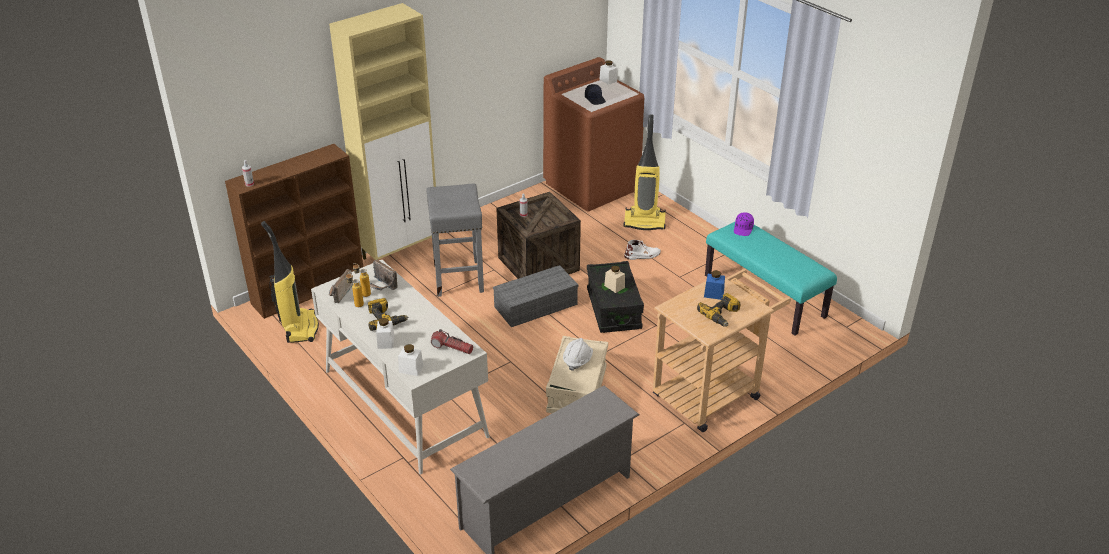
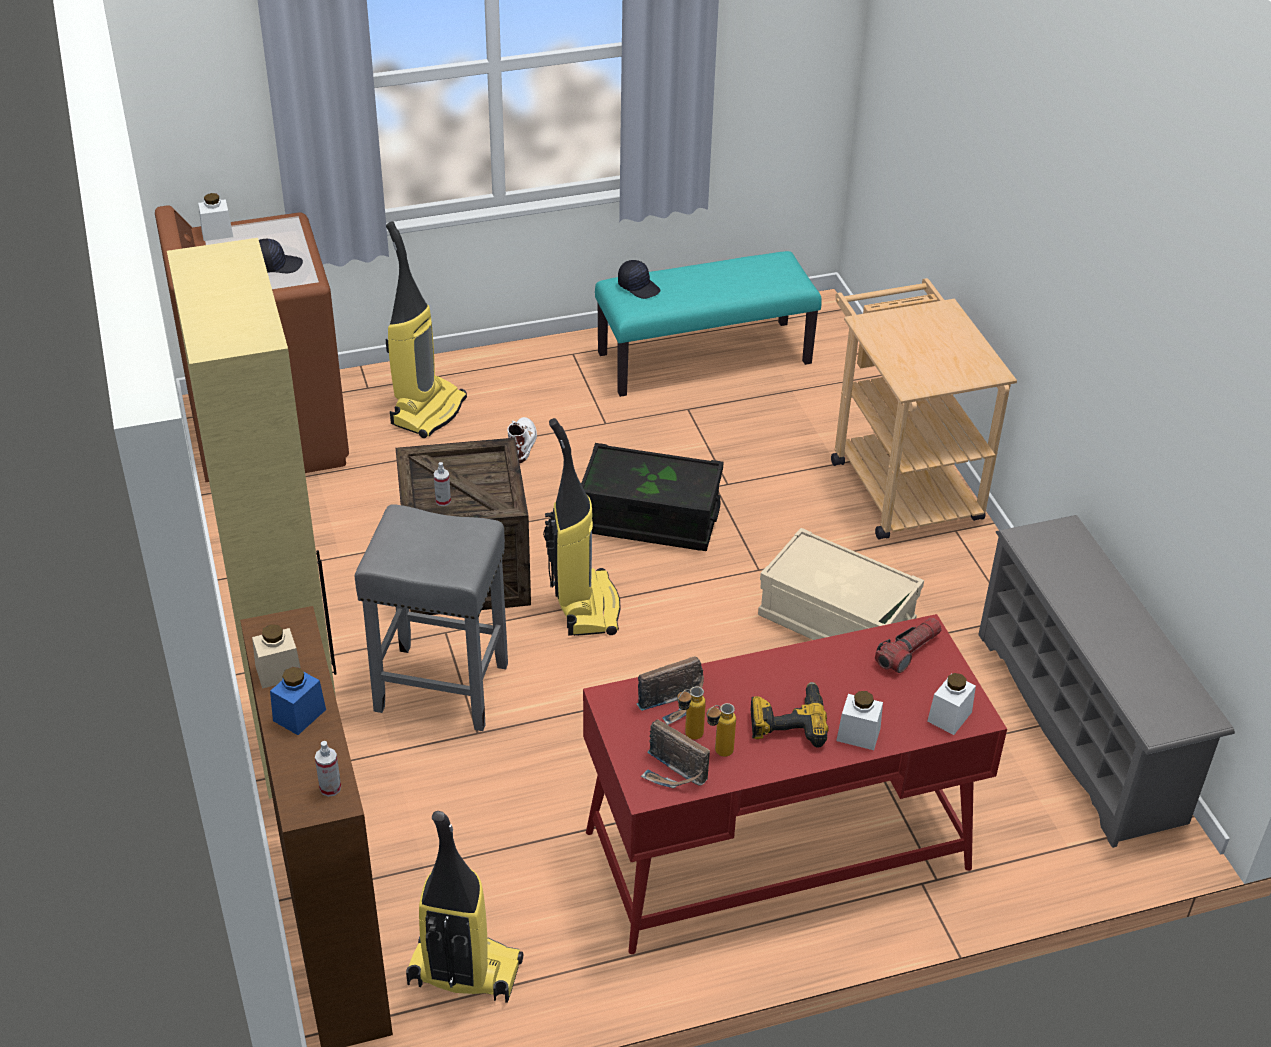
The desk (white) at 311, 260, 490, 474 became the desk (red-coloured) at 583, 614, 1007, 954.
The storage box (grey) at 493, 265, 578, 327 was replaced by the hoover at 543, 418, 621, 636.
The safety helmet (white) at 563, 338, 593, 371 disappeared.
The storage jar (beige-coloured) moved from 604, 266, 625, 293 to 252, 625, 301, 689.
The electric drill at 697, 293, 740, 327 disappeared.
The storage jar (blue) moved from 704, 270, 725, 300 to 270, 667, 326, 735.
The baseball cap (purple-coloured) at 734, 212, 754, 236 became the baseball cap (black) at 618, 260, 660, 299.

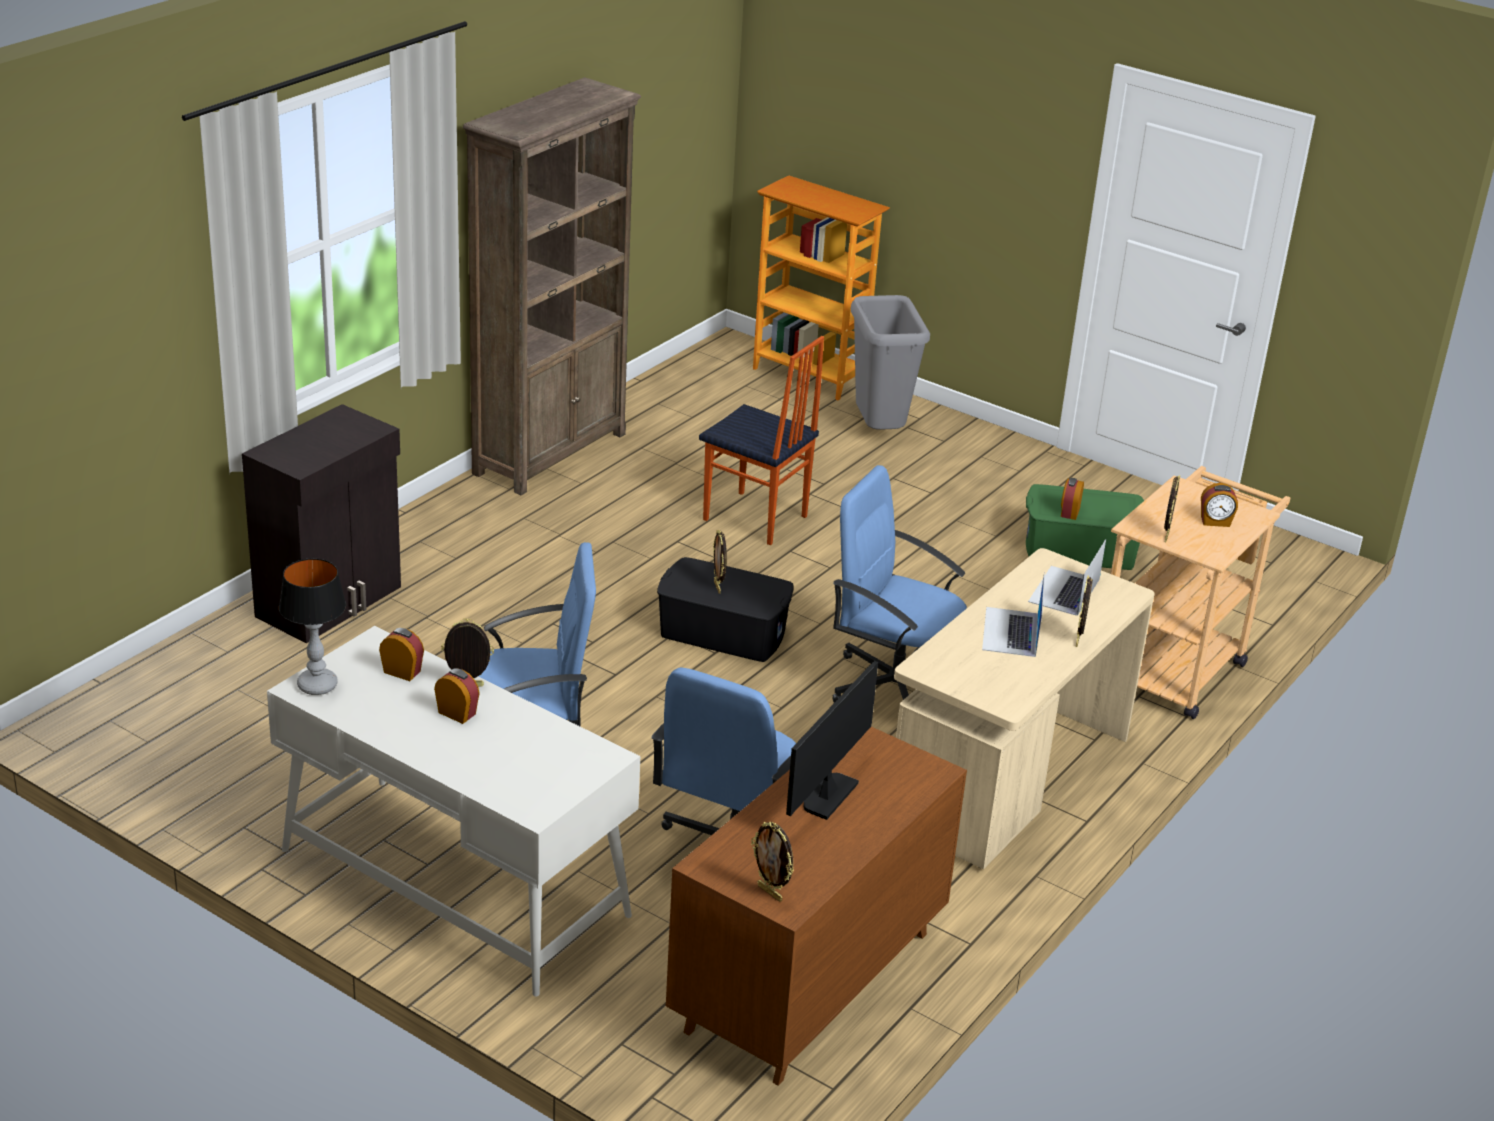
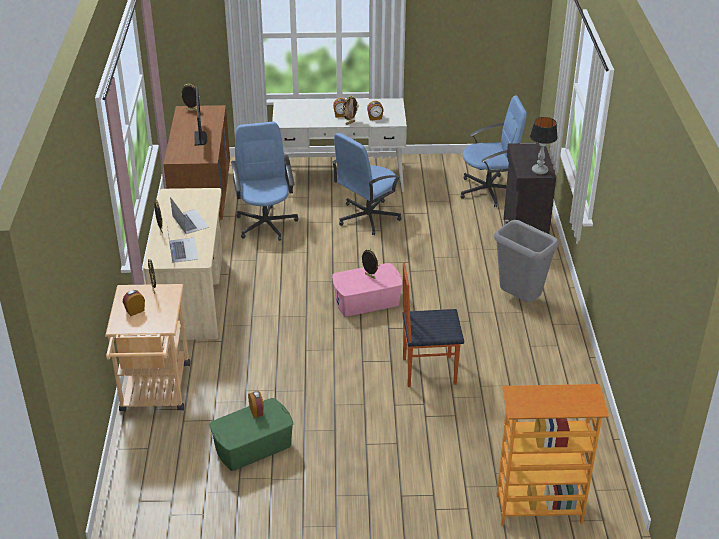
The lamp for a table moved from 279, 558, 346, 695 to 530, 117, 558, 175.
The bookcase (brown-coloured) at 463, 77, 641, 495 disappeared.
The storage box (black) at 657, 557, 794, 662 became the storage box (pink) at 332, 263, 402, 317.
The desk chair (blue) moved from 832, 465, 967, 703 to 461, 95, 527, 207.
The trash can (grey) moved from 851, 295, 930, 430 to 494, 220, 558, 302.

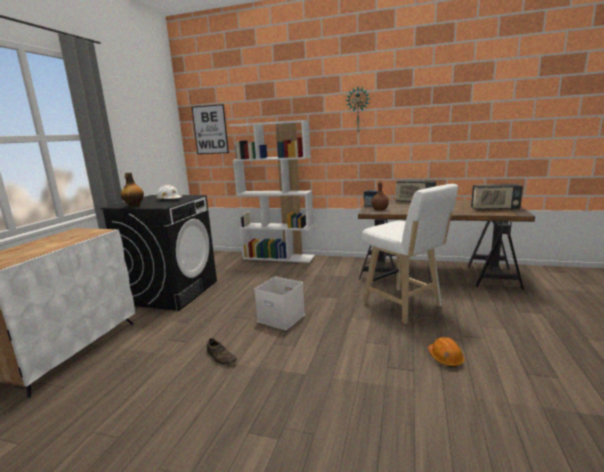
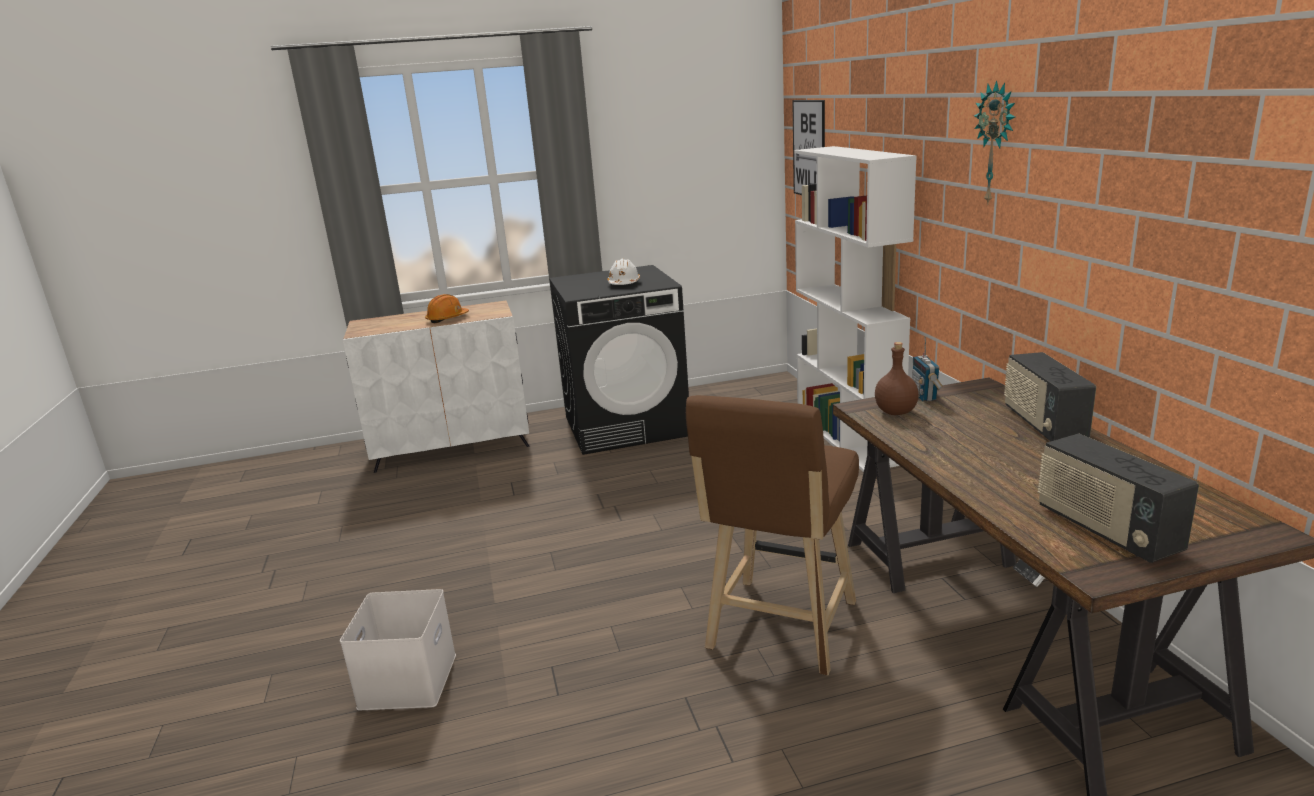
The bottle at 121, 173, 144, 207 disappeared.
The item of footwear (brown-coloured) at 207, 338, 237, 366 disappeared.
The storage box (white) moved from 254, 277, 305, 330 to 340, 589, 456, 710.
The stool seat (white) at 362, 184, 458, 324 became the stool seat (brown-coloured) at 686, 395, 859, 675.
The safety helmet (orange) moved from 428, 337, 464, 367 to 425, 294, 469, 323.

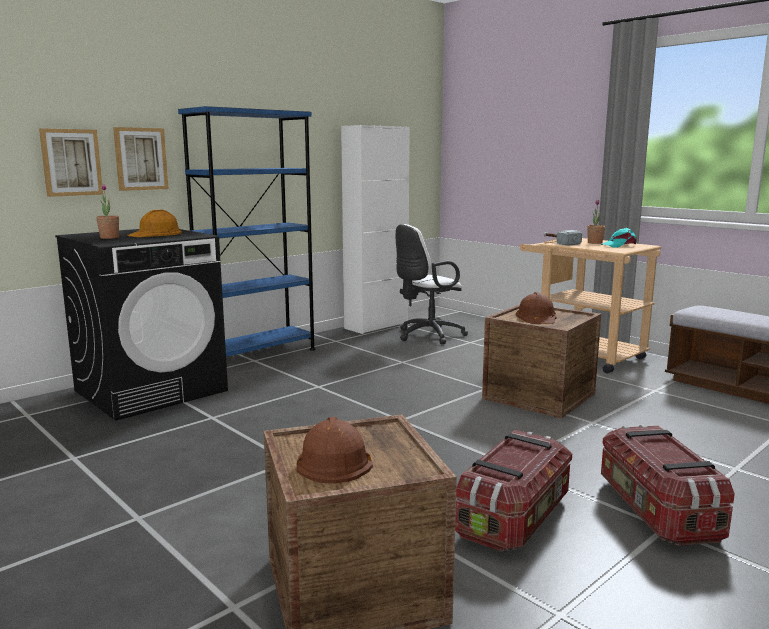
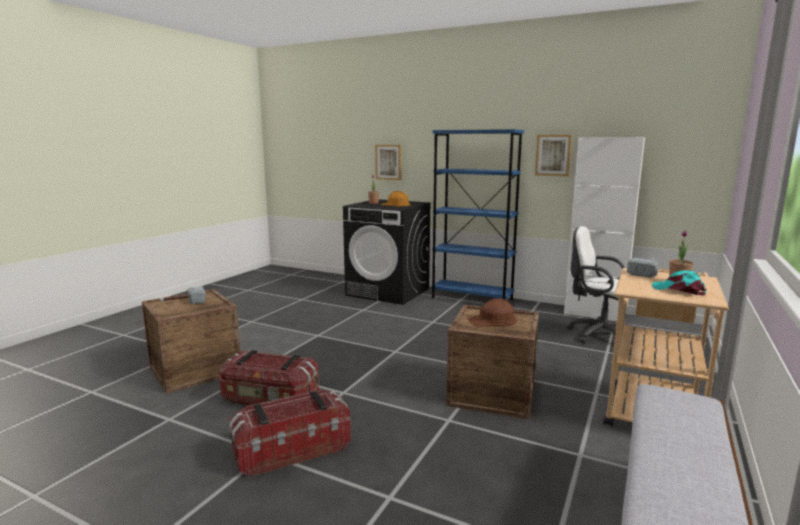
The picture moved from 113, 127, 169, 191 to 535, 135, 572, 176.
The safety helmet (brown-coloured) at 297, 417, 373, 483 was replaced by the hammer at 159, 286, 206, 304.

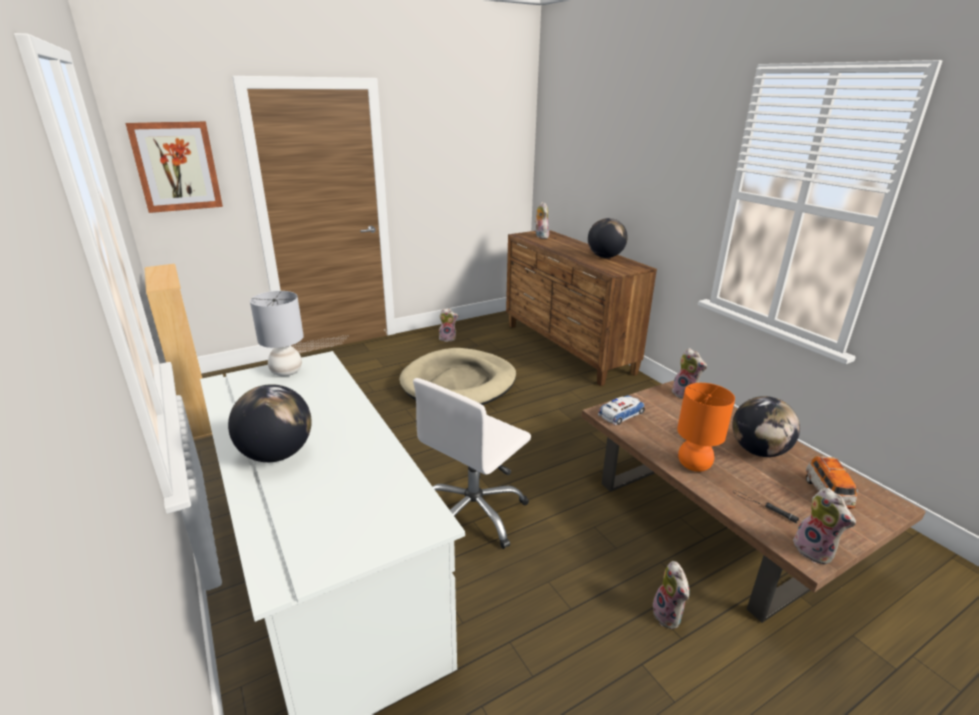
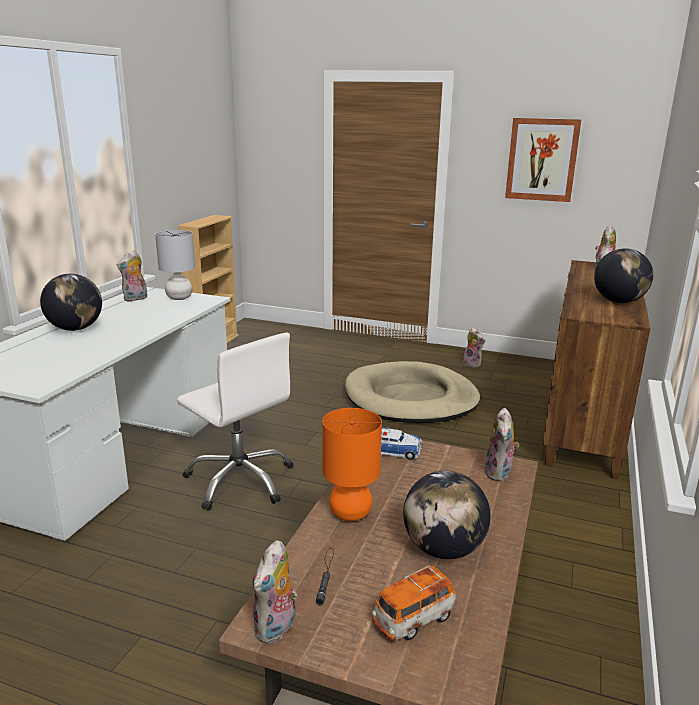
The picture moved from 125, 121, 223, 213 to 505, 118, 581, 202.
The desk chair (white) at 413, 378, 531, 549 turned 135 degrees counterclockwise.
The soft toy moved from 653, 561, 690, 629 to 117, 250, 147, 302.

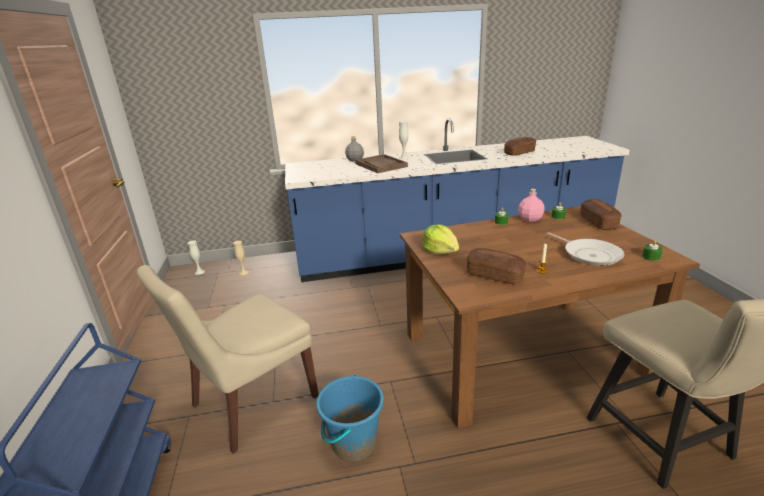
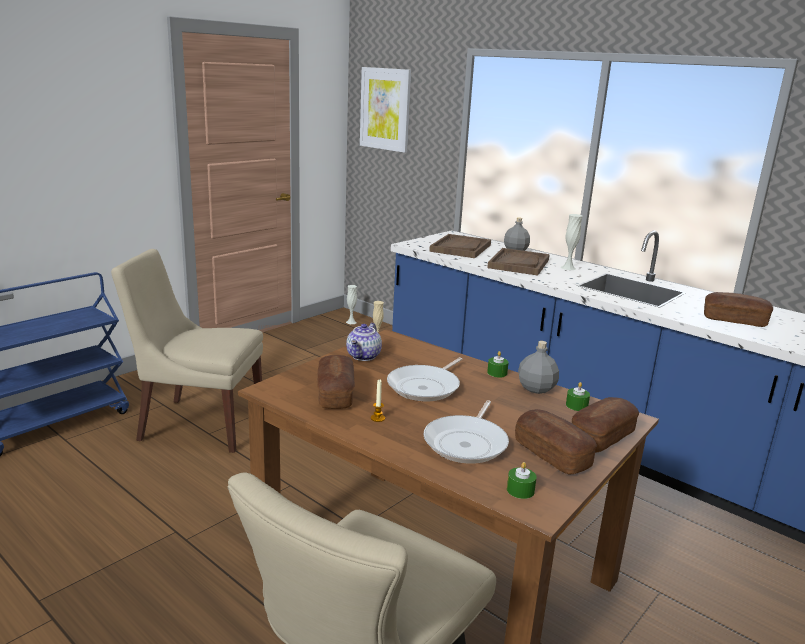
The pail (blue) at 316, 374, 384, 462 disappeared.
The lettuce head at 422, 224, 459, 254 was replaced by the tea pot at 346, 323, 382, 361.
The bottle (pink) at 518, 189, 544, 222 became the bottle (grey) at 518, 341, 559, 394.
The picture at 360, 67, 411, 153 appeared.
The skillet at 387, 357, 462, 401 appeared.
The serving tray (brown-coloured) at 429, 234, 491, 258 appeared.
The baked bread at 515, 409, 597, 474 appeared.

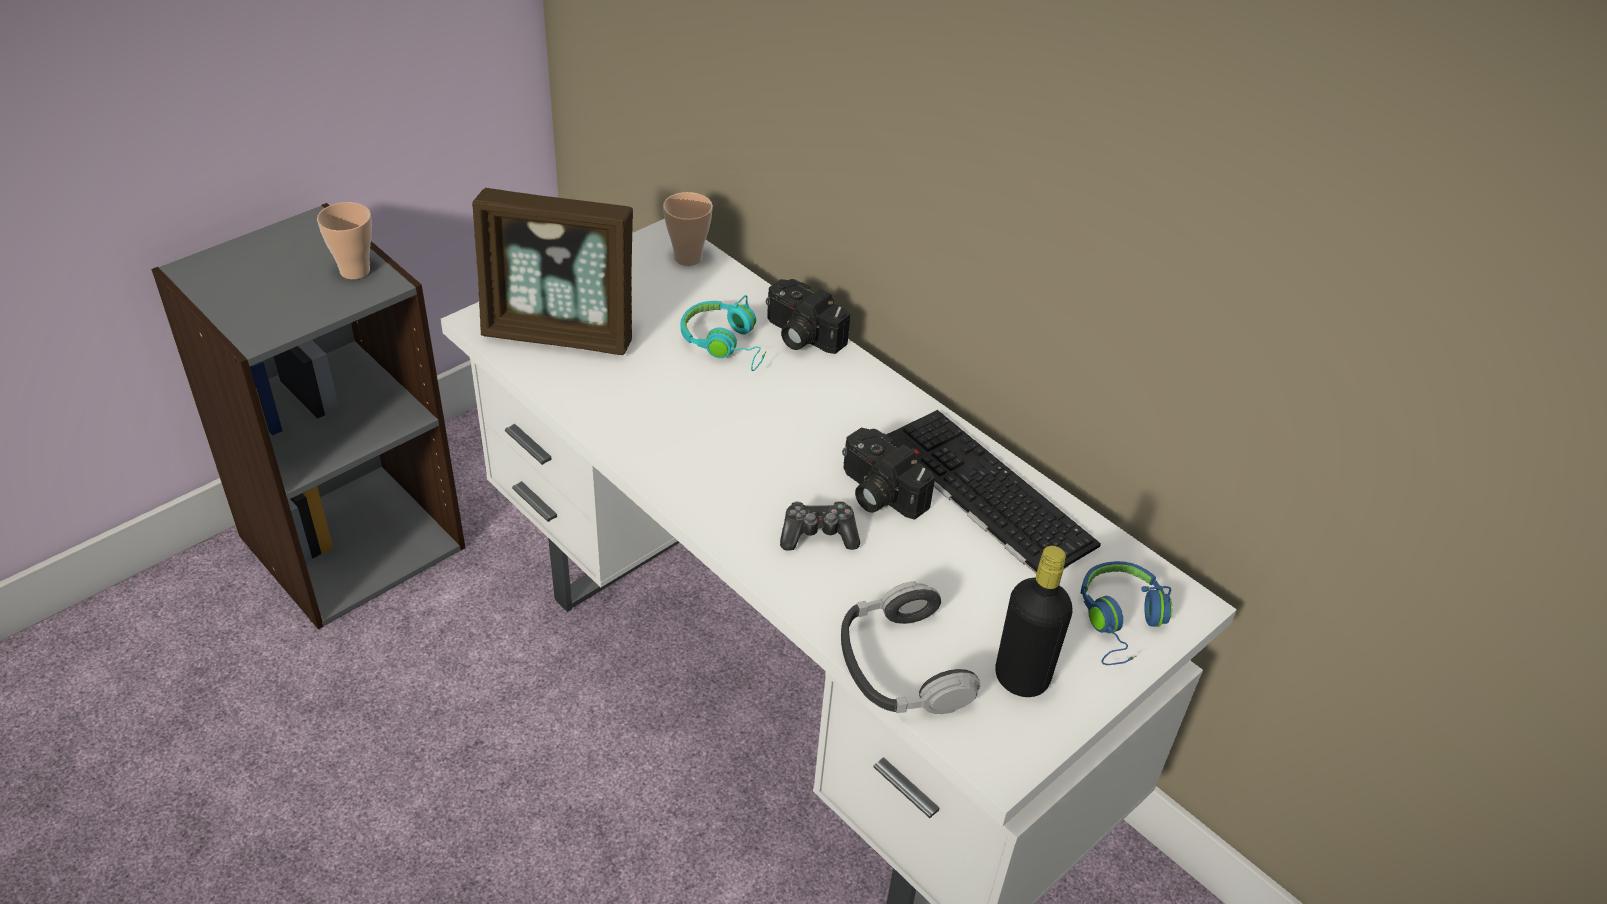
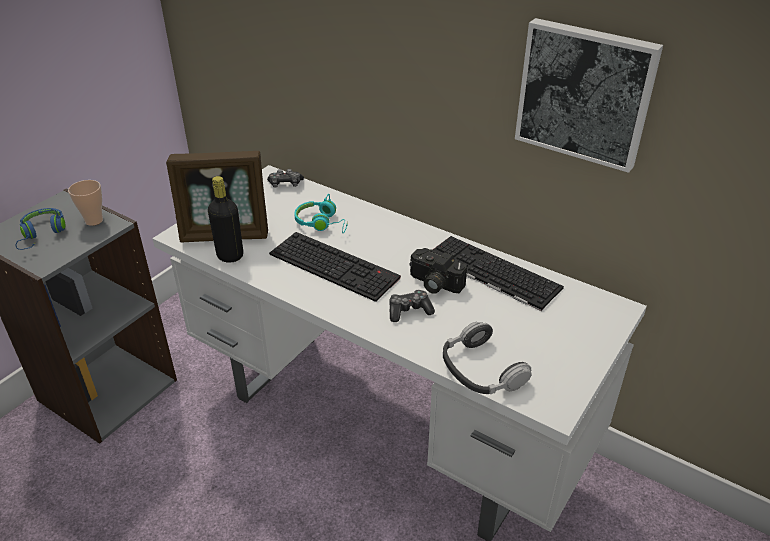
The small cup at 663, 192, 713, 266 was replaced by the gamepad at 267, 169, 304, 188.
The photo camera at 766, 279, 850, 354 disappeared.
The bottle (black) moved from 996, 546, 1073, 697 to 208, 176, 243, 263.
The headphones (blue) moved from 1081, 561, 1172, 665 to 16, 208, 66, 250.
The PC keyboard at 269, 232, 401, 302 appeared.
The picture at 515, 18, 663, 173 appeared.

